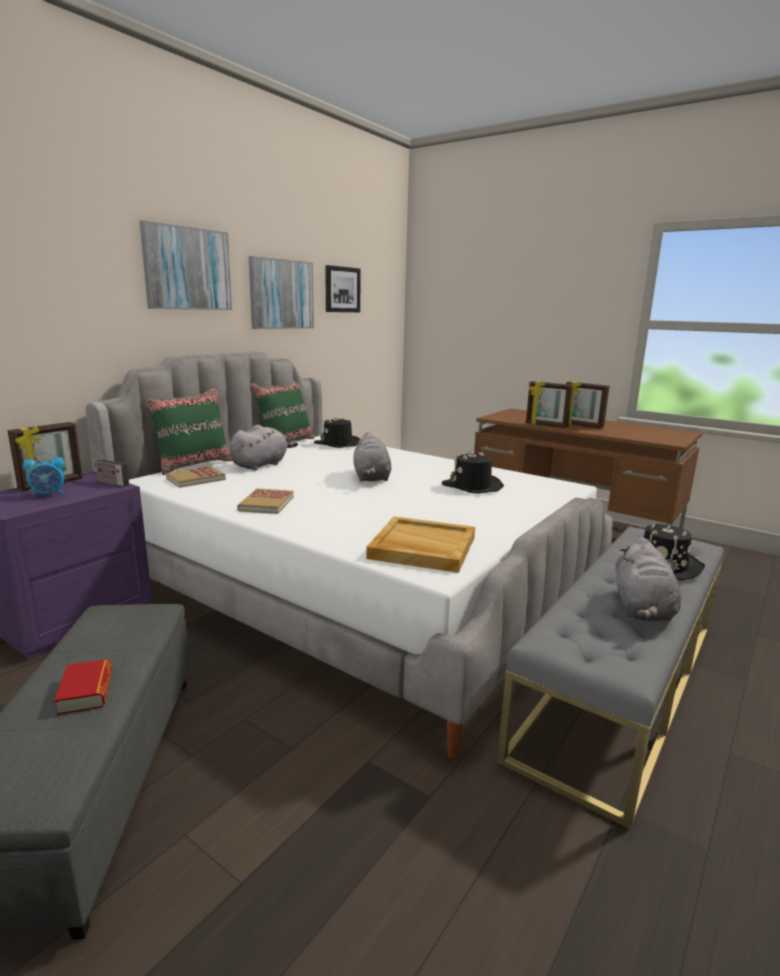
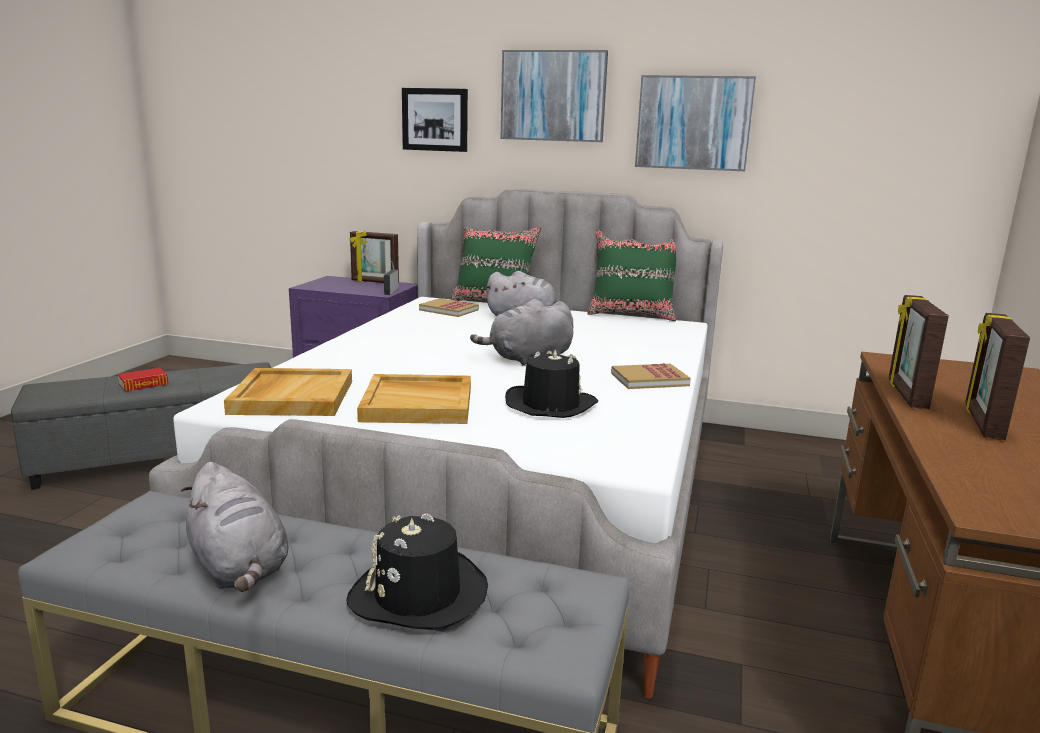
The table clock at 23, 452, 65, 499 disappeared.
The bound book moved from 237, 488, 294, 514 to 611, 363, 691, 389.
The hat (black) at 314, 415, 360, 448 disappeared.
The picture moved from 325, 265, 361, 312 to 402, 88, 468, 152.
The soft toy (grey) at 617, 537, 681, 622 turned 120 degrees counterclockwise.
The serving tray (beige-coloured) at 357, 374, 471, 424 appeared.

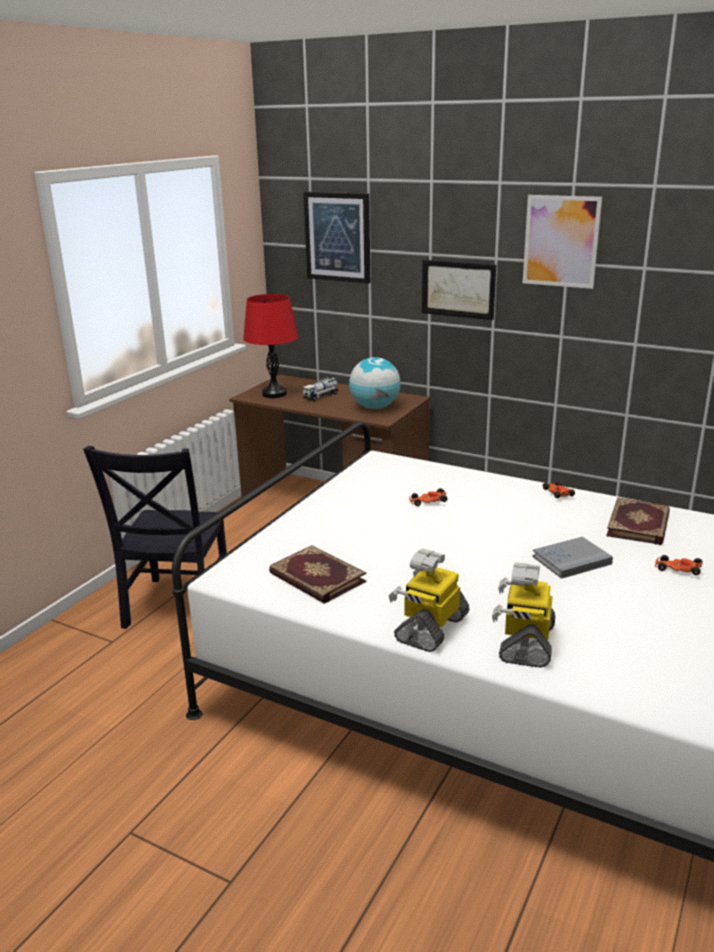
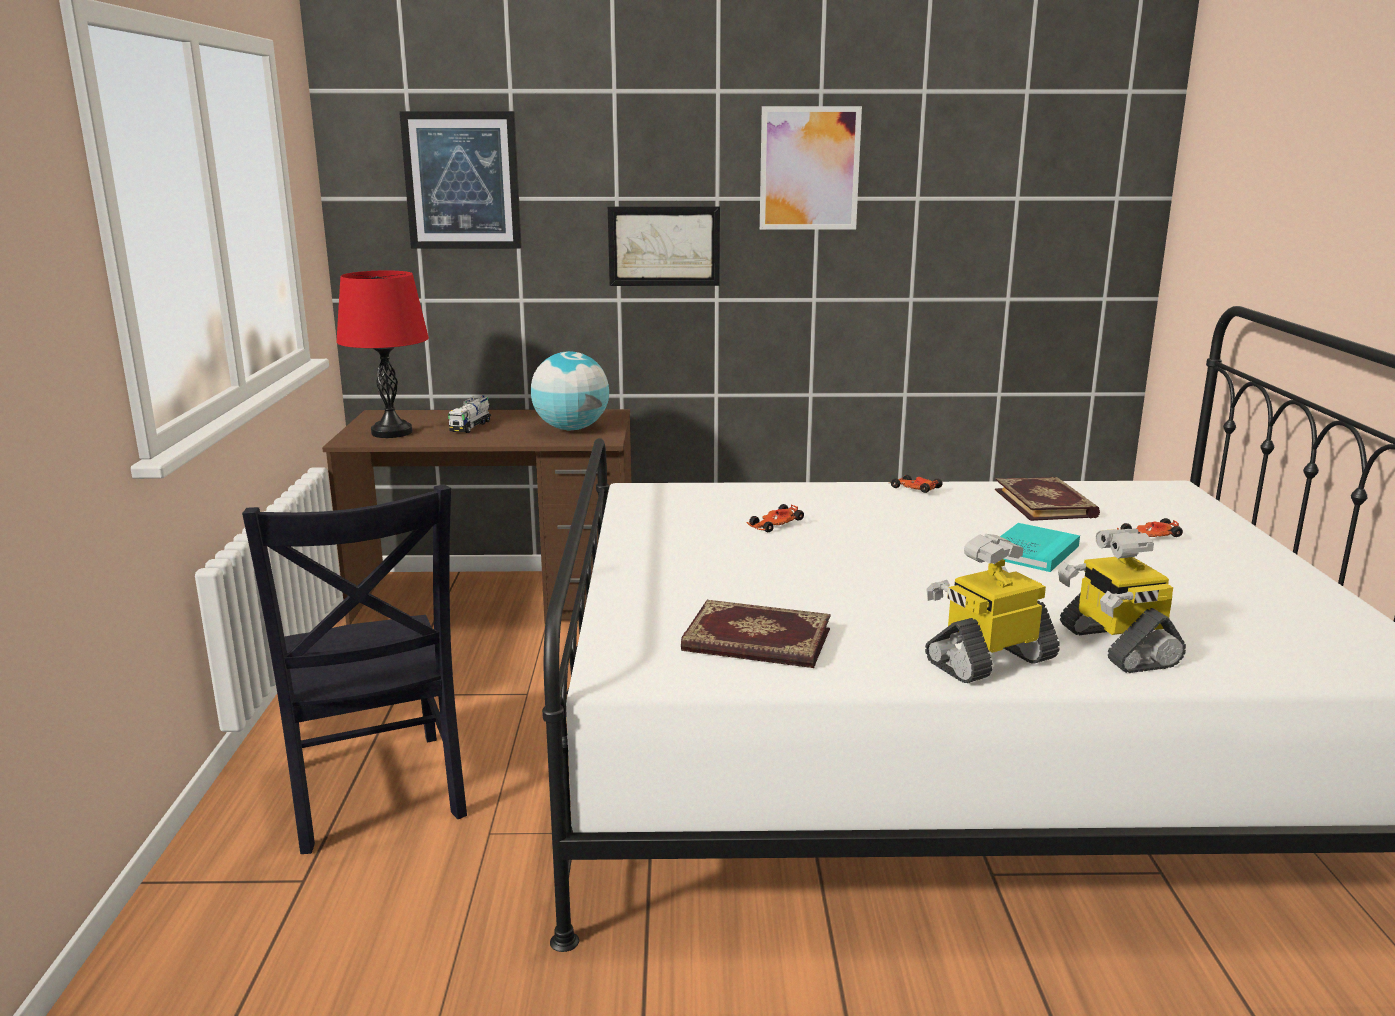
The toy robot at 389, 548, 470, 652 turned 60 degrees clockwise.
The bound book (grey) at 533, 537, 613, 579 became the bound book (turquoise-coloured) at 1000, 523, 1080, 572.

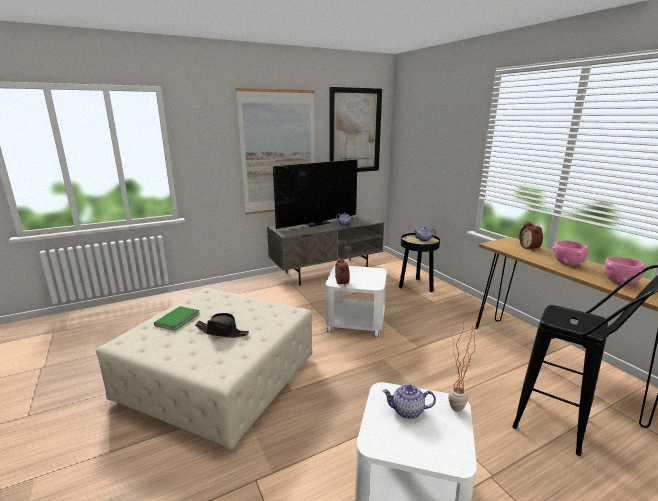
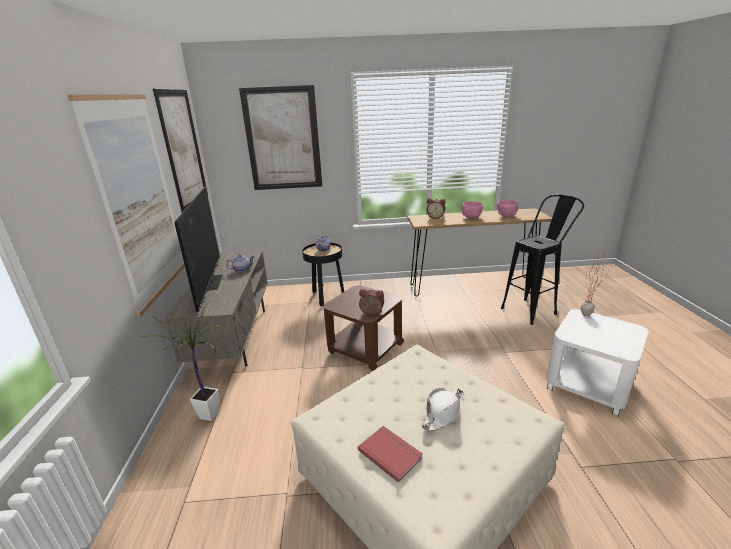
The bound book (green) at 154, 306, 200, 331 became the bound book (red-coloured) at 358, 426, 423, 482.
The hat (black) at 195, 313, 249, 338 became the hat (white) at 421, 387, 464, 431.
The end table (white) at 325, 266, 387, 337 became the end table (brown-coloured) at 324, 285, 404, 371.
The tea pot at 382, 384, 436, 419 disappeared.
The plant in a pot at 138, 305, 223, 421 appeared.
The picture at 239, 85, 322, 190 appeared.

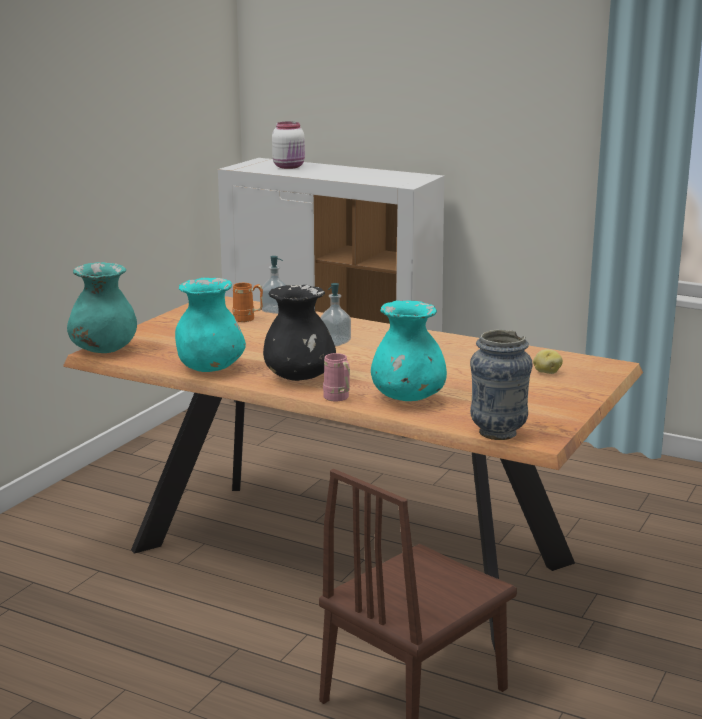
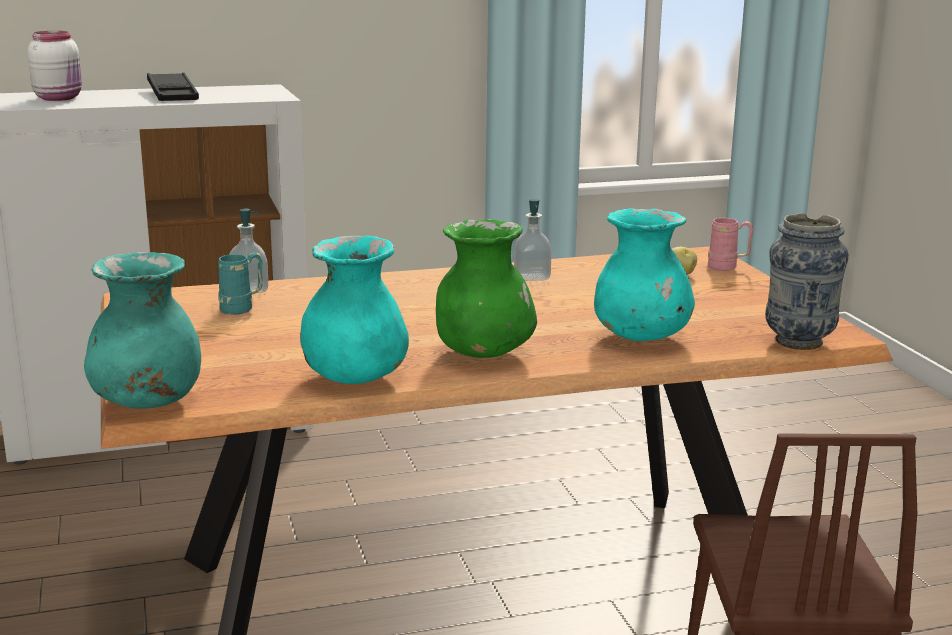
The tea mug (orange) at 233, 283, 263, 322 became the tea mug (turquoise-coloured) at 218, 252, 263, 315.
The decorative vase (black) at 263, 285, 336, 381 became the decorative vase (green) at 436, 219, 537, 358.
The soap bottle moved from 321, 283, 351, 346 to 514, 199, 552, 281.
The tea mug (pink) moved from 323, 353, 350, 401 to 708, 218, 754, 271.
The serving tray (black) at 147, 73, 199, 101 appeared.

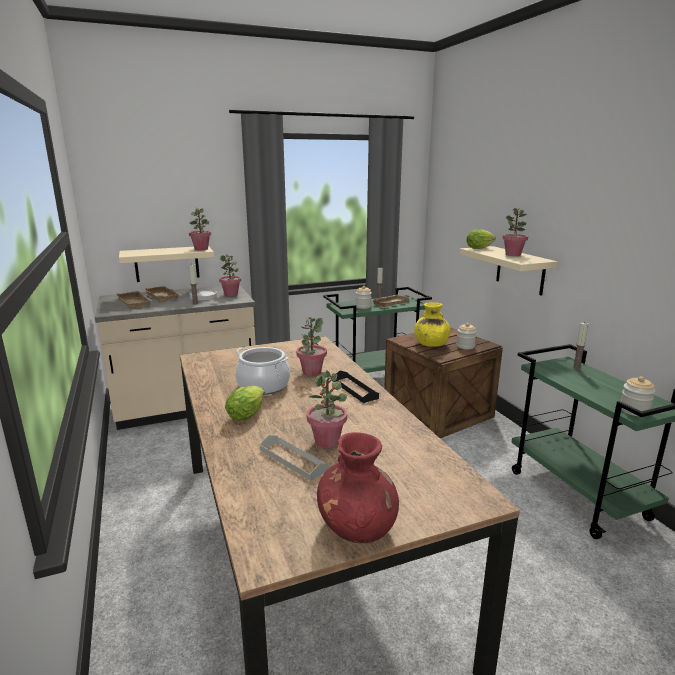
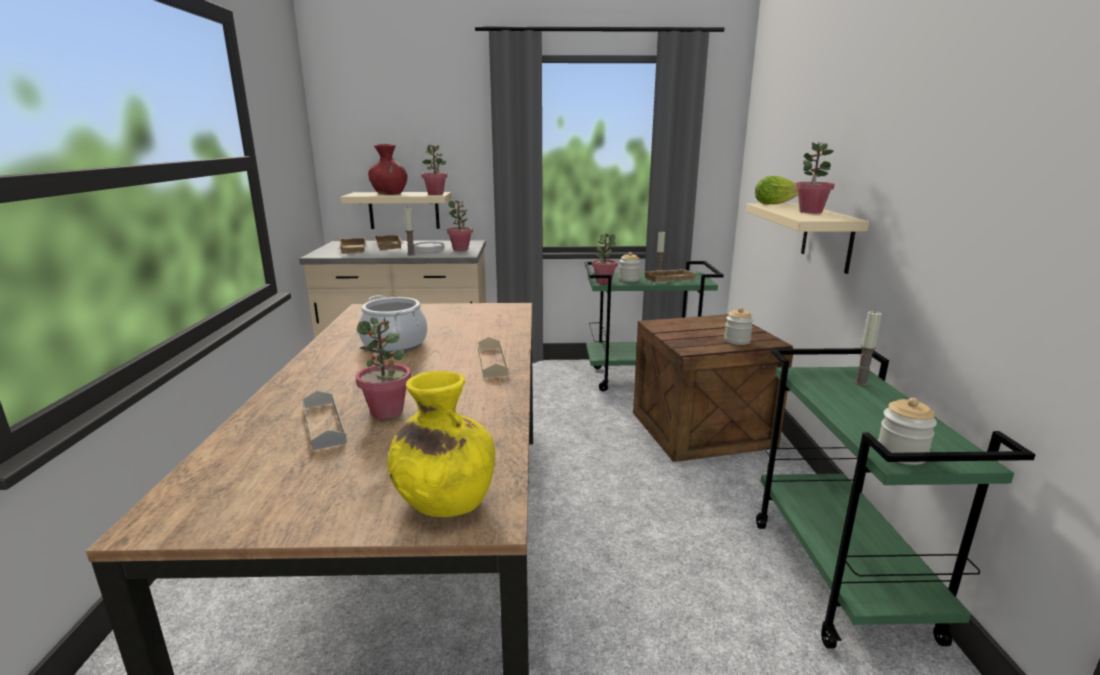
The lettuce head at 225, 386, 265, 421 disappeared.
The plant in a pot moved from 296, 317, 327, 376 to 592, 233, 618, 284.
The decorative vase (red-coloured) moved from 317, 432, 399, 543 to 368, 144, 408, 195.
The serving tray (black) at 333, 370, 379, 403 became the serving tray (beige-coloured) at 478, 337, 509, 378.
The decorative vase (yellow-coloured) moved from 414, 302, 450, 347 to 387, 371, 495, 517.

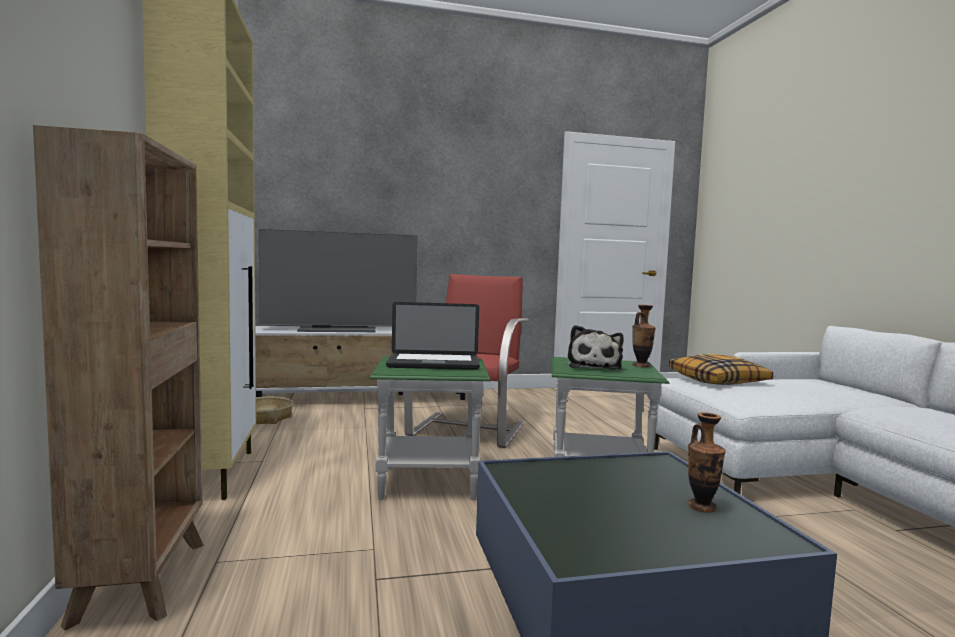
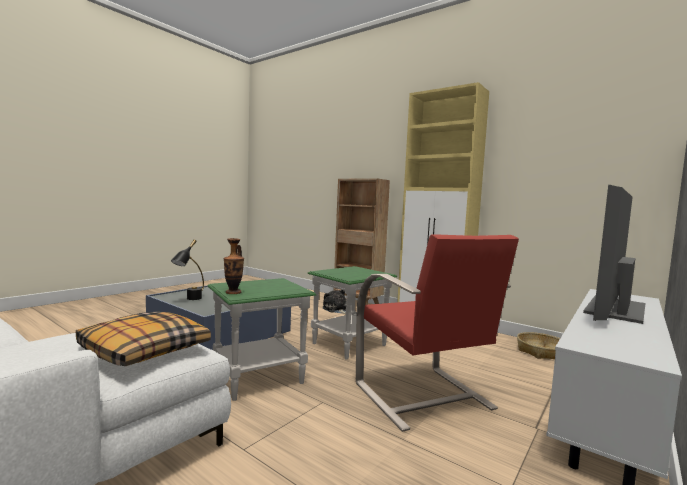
The portable computer at 386, 302, 480, 370 disappeared.
The soft toy moved from 568, 325, 624, 369 to 323, 290, 346, 314.
The decorative vase at 688, 412, 726, 513 was replaced by the lamp for a table (black) at 171, 240, 204, 300.

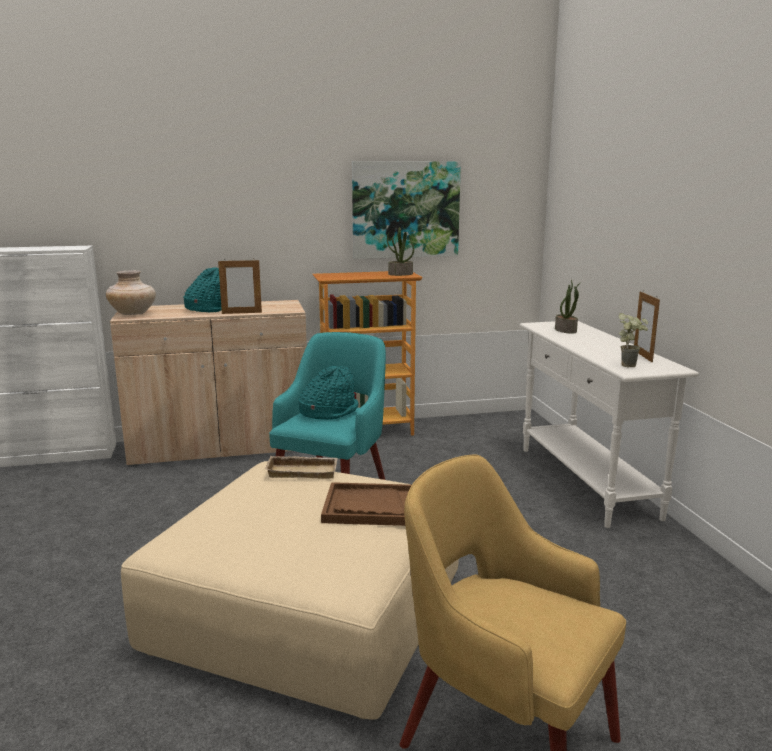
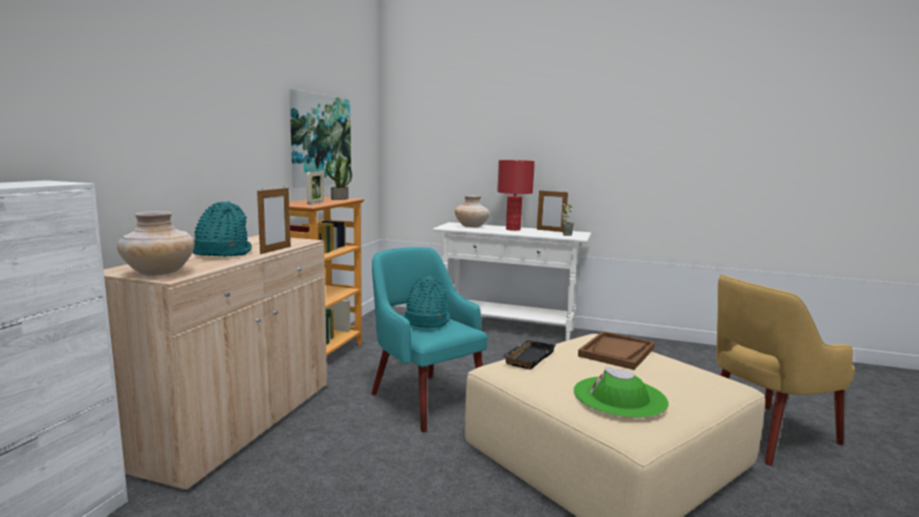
The serving tray (beige-coloured) at 265, 456, 338, 479 became the serving tray (black) at 503, 340, 556, 370.
The plant in a pot at 555, 280, 580, 334 was replaced by the decorative vase (beige-coloured) at 455, 195, 489, 228.
The picture frame at 306, 171, 324, 205 appeared.
The lamp for a table (red-coloured) at 497, 160, 535, 231 appeared.
The hat (green) at 574, 367, 669, 418 appeared.

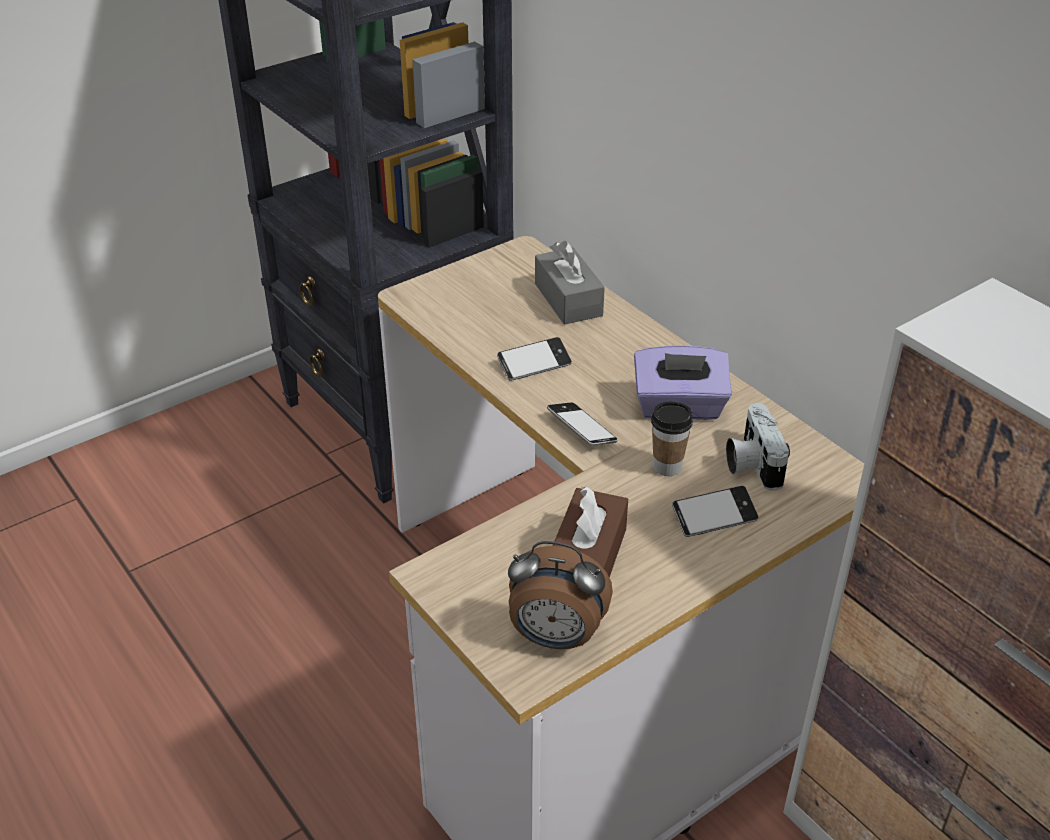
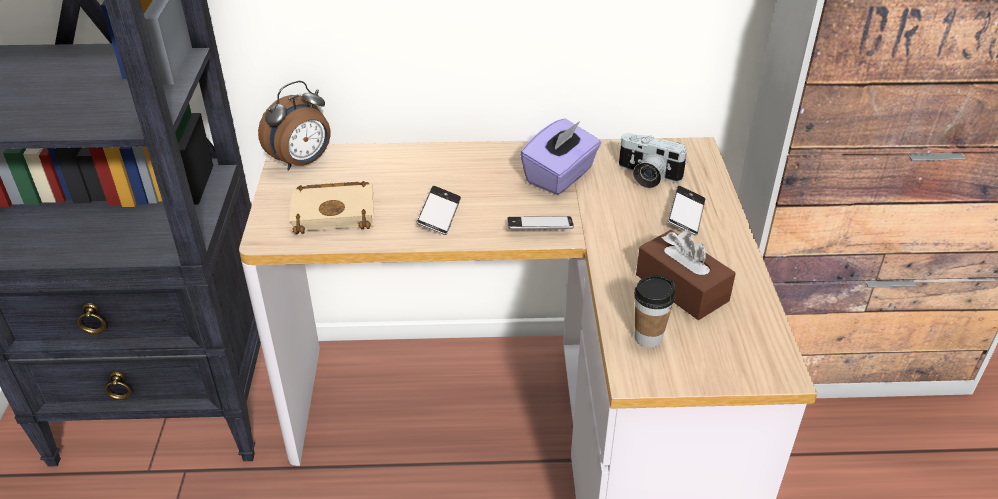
The table clock moved from 508, 541, 613, 649 to 258, 81, 330, 171.
The box of tissues (grey) at 535, 241, 605, 325 disappeared.
The small cup moved from 651, 402, 693, 476 to 634, 275, 676, 348.
The bound book (beige-coloured) at 289, 181, 374, 234 appeared.

